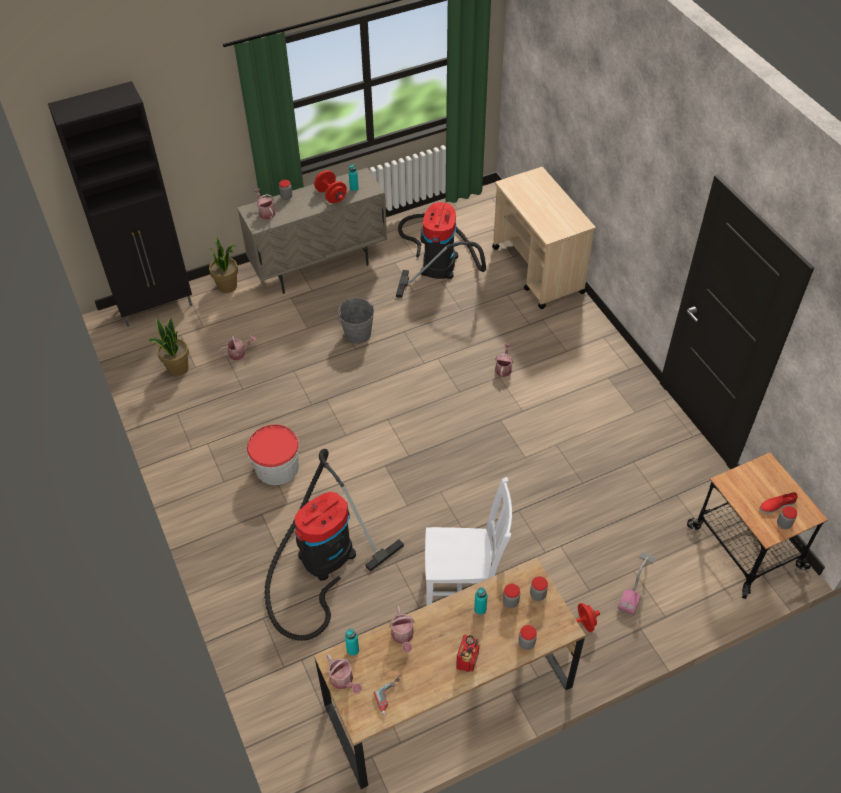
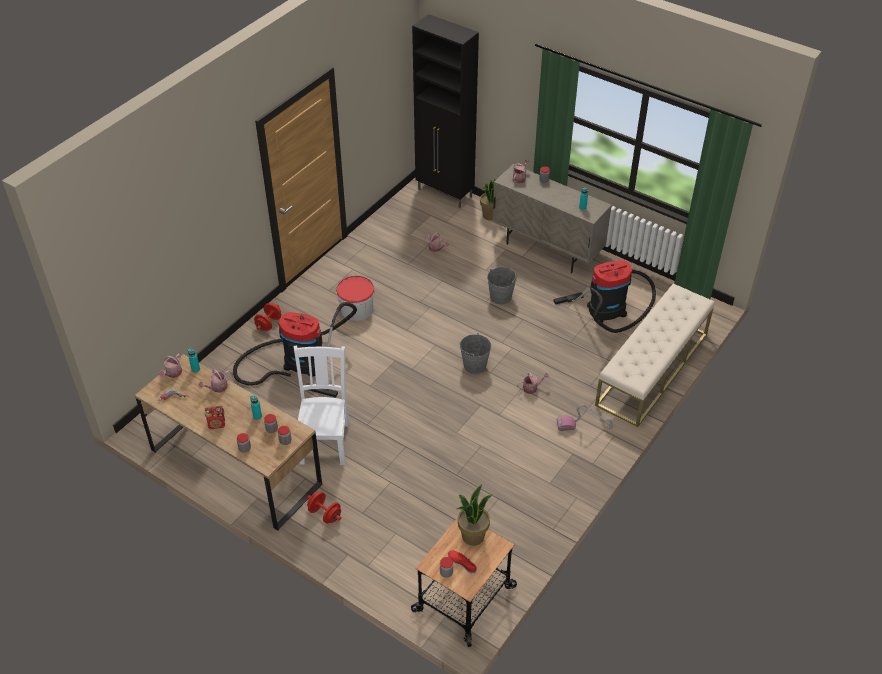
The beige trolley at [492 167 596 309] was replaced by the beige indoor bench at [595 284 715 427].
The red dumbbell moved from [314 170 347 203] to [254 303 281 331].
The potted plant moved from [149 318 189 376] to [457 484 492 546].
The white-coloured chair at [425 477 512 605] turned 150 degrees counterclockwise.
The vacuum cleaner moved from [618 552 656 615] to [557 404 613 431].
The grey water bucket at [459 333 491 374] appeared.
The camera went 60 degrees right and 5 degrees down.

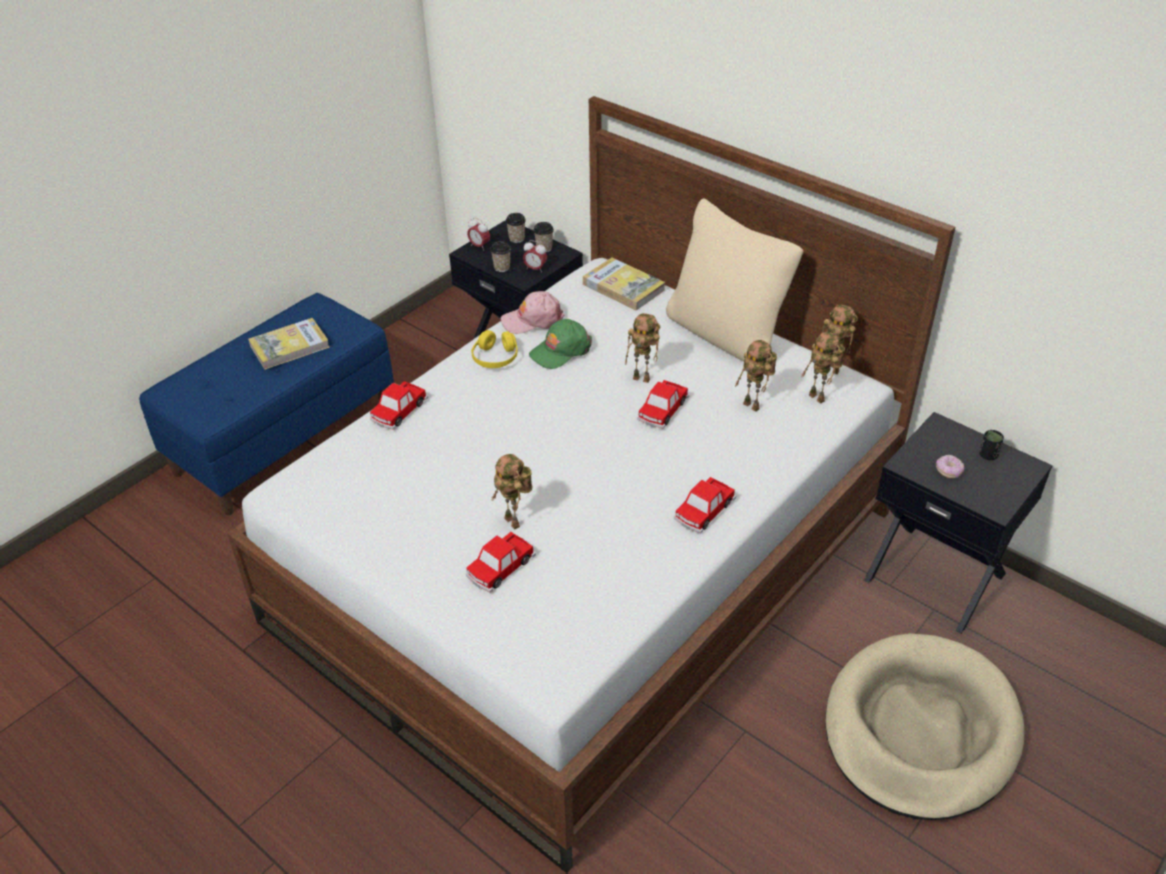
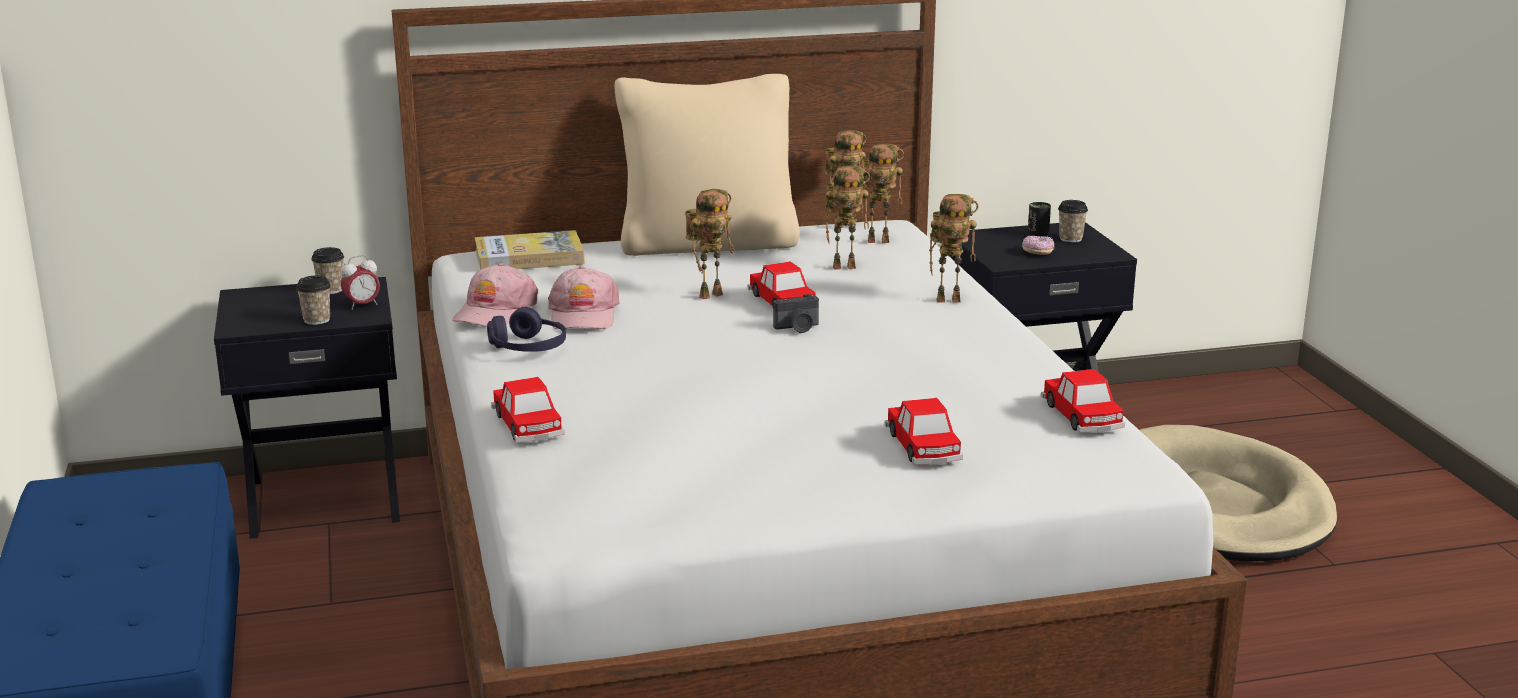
The drinking cup moved from [506 213 526 243] to [1058 200 1088 243].
The bedside clock at [467 218 490 251] disappeared.
The volume at [248 318 330 370] disappeared.
The green cap at [529 319 592 369] became the pink-coloured cap at [548 266 620 329].
The yellow headset at [471 330 518 368] became the purple-coloured headset at [487 307 566 352].
The model robot moved from [491 454 532 530] to [929 194 978 303].
The miniature car moved from [674 477 736 534] to [1041 369 1125 433].
The photo camera at [773 294 819 333] appeared.
The camera went 55 degrees left and 20 degrees down.

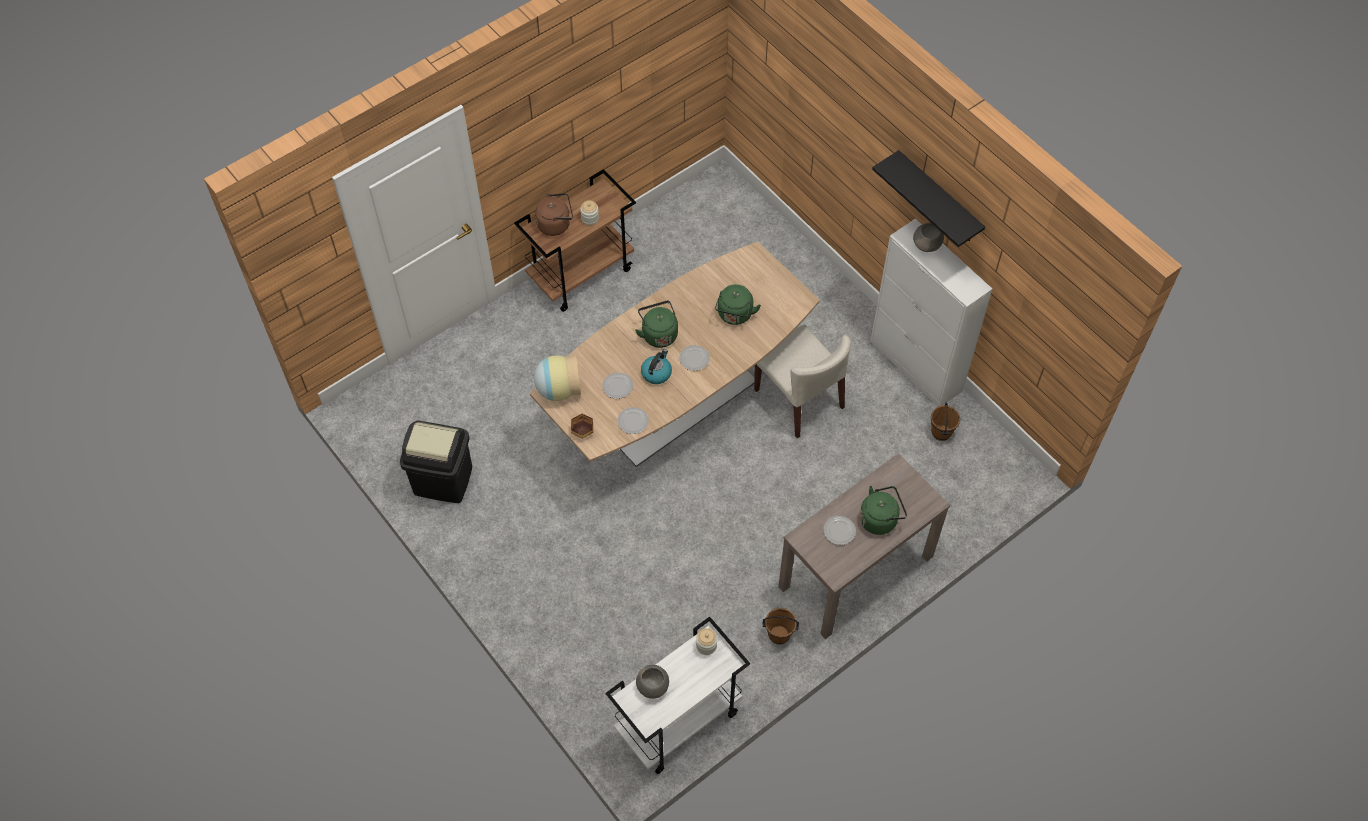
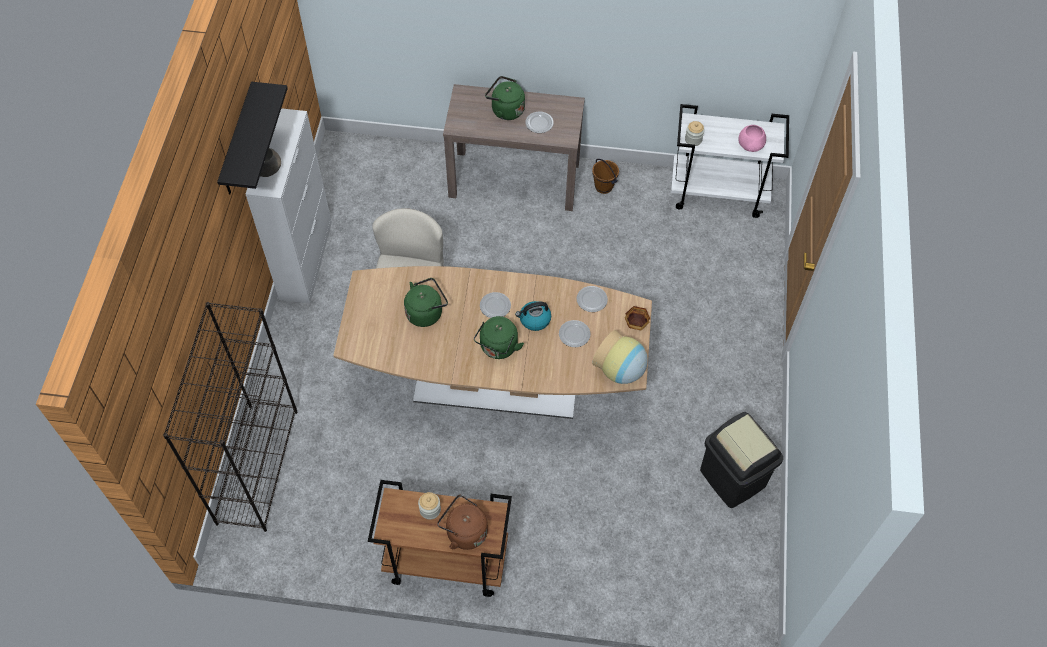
The brownish water bucket at [931 402 960 441] disappeared.
The grey deep dish at [636 665 669 699] became the pink-coloured deep dish at [738 125 766 152].
The blackish shelving unit at [163 302 298 532] appeared.
The camera went 135 degrees left and 0 degrees up.

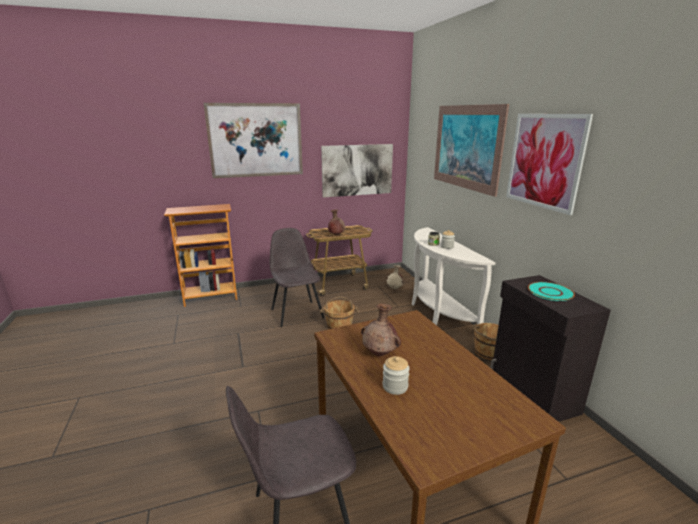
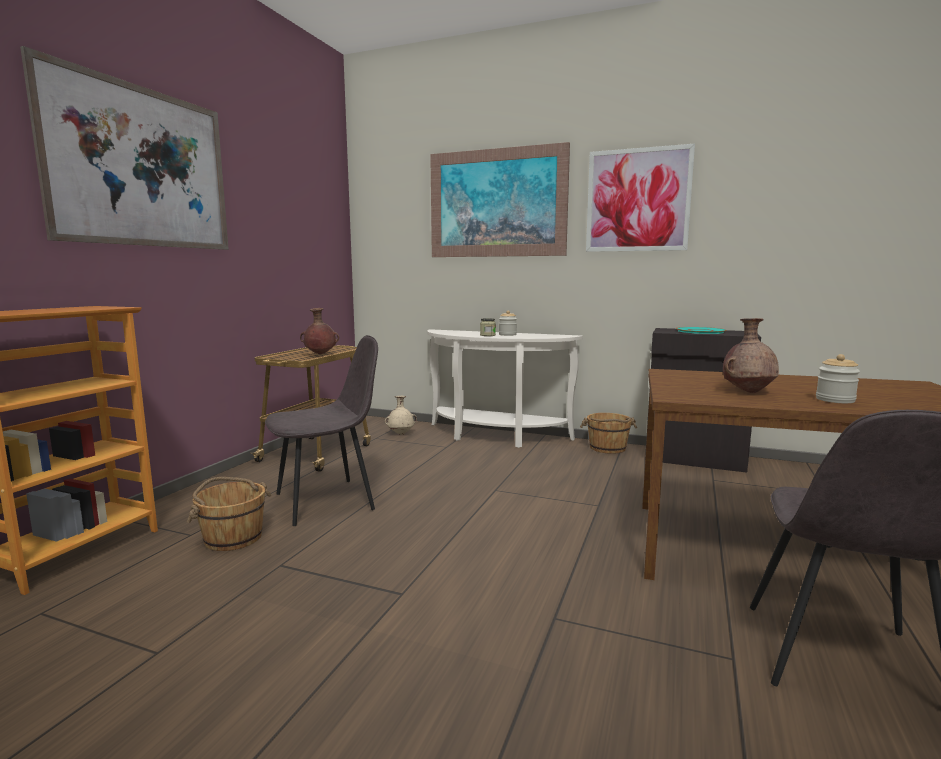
The picture at [321 144 393 197] disappeared.
The grey chair at [270 228 324 327] turned 135 degrees clockwise.
The brownish water bucket moved from [320 296 359 329] to [187 477 271 551].
The camera went 50 degrees left and 10 degrees down.

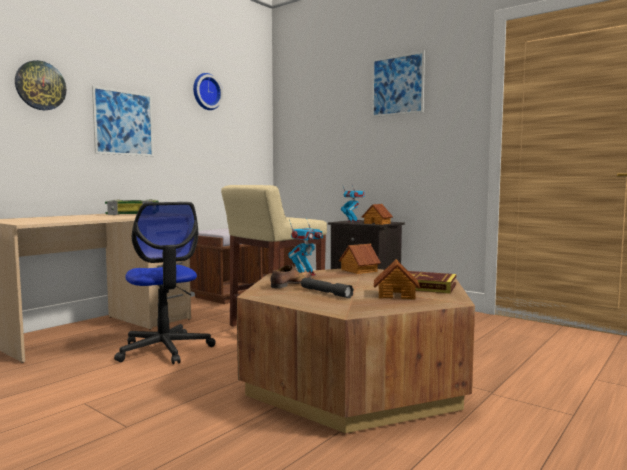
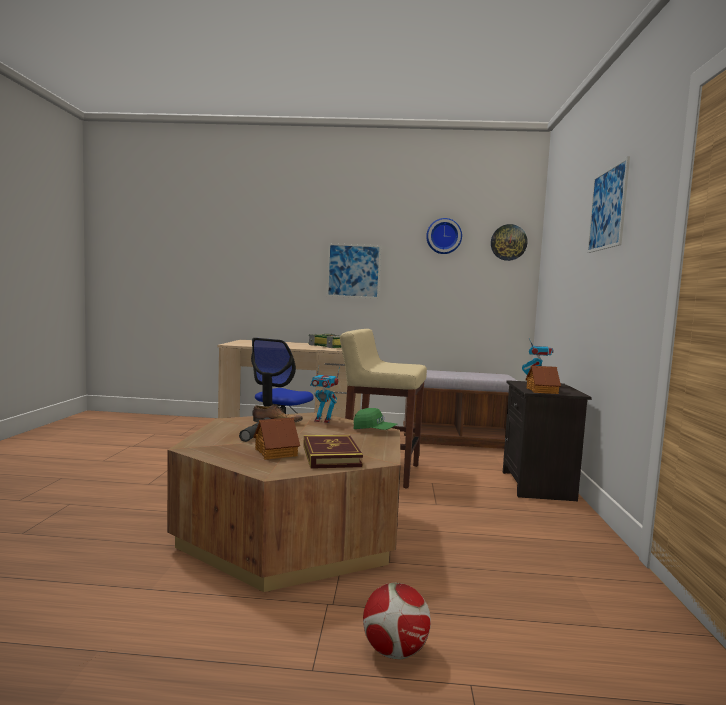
The hanging clock moved from [15 60 66 110] to [491 224 528 261].
The model house at [339 244 381 274] was replaced by the green cap at [354 408 397 430].
The football at [363 583 431 659] appeared.
The camera went 55 degrees right and 0 degrees up.

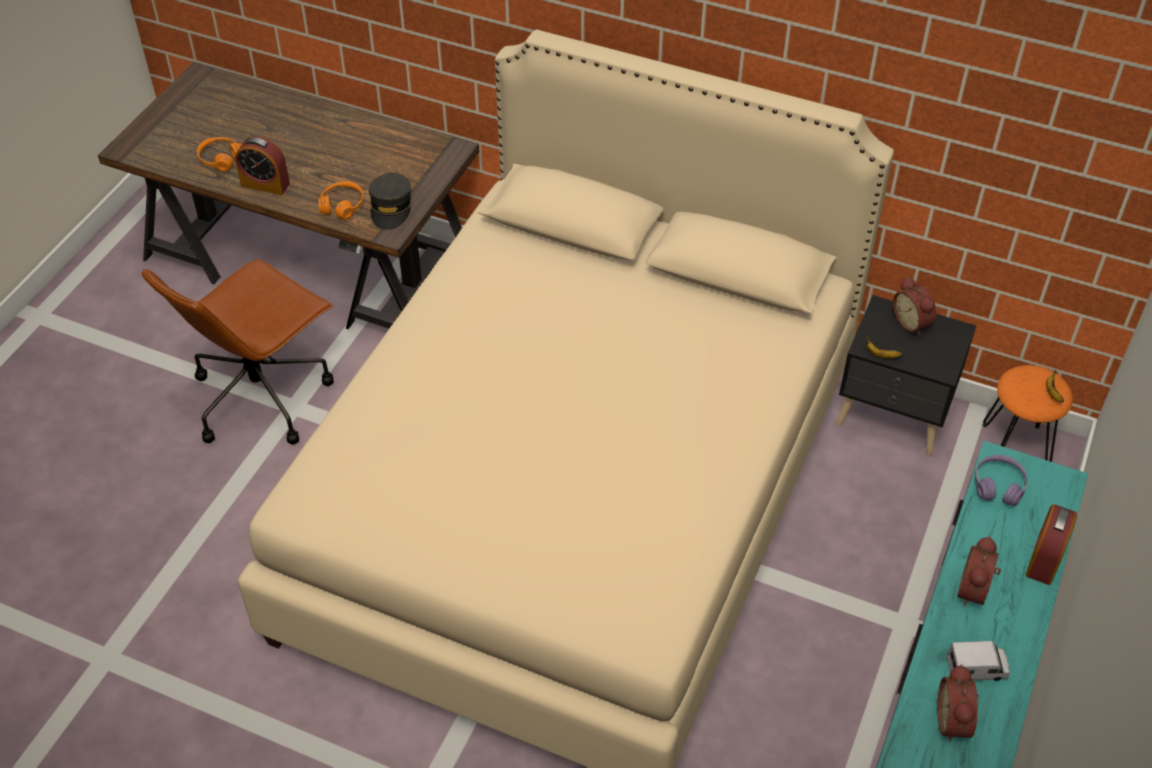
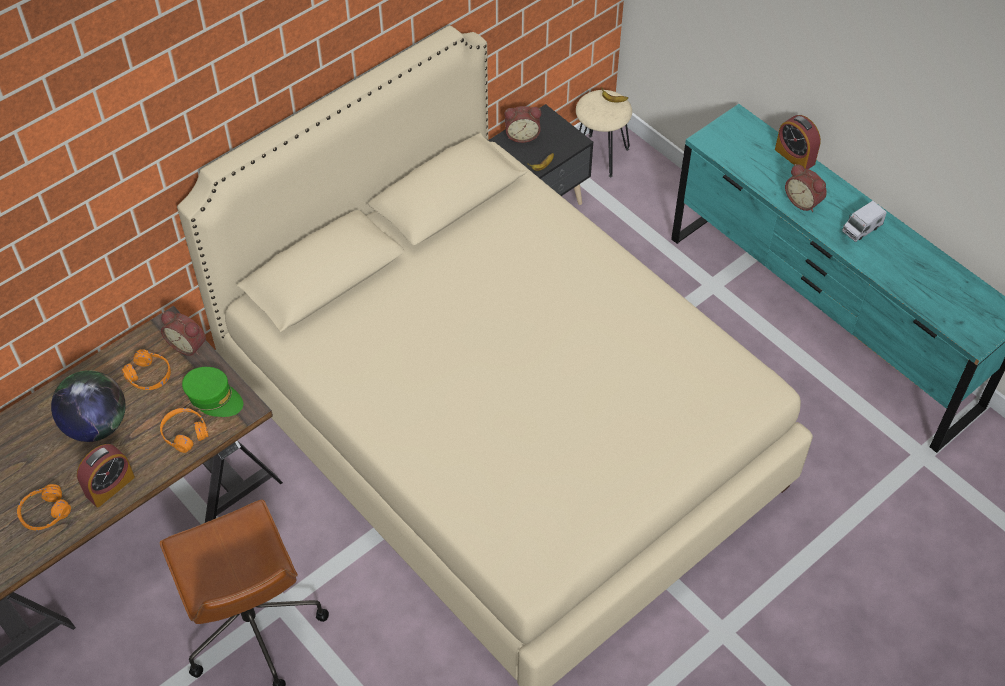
The grey cap at [369 173 412 230] became the green cap at [182 367 243 417].
The orange stool seat at [982 365 1073 462] became the beige stool seat at [576 90 632 177].
The purple-coloured headset at [975 455 1028 506] disappeared.
The model truck at [946 640 1010 681] turned 150 degrees counterclockwise.
The bedside clock moved from [937 664 979 742] to [161 311 206 356].
The orange headset at [121 349 171 390] appeared.
The world globe at [51 370 126 442] appeared.
The camera went 65 degrees left and 5 degrees up.

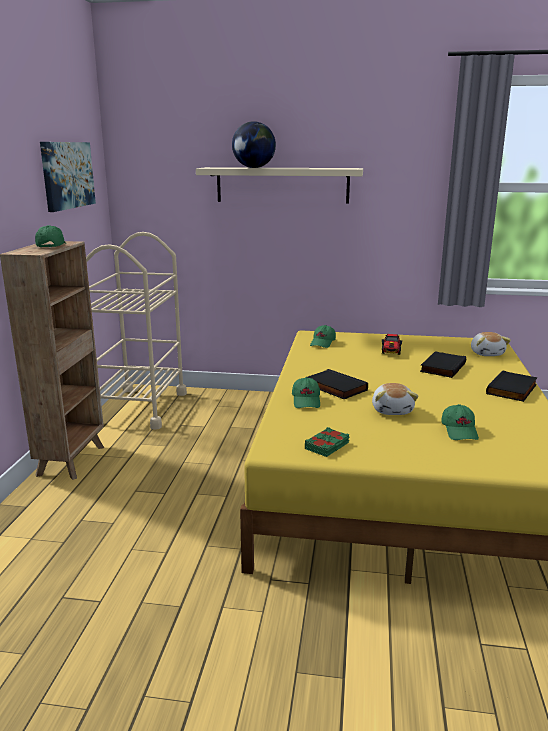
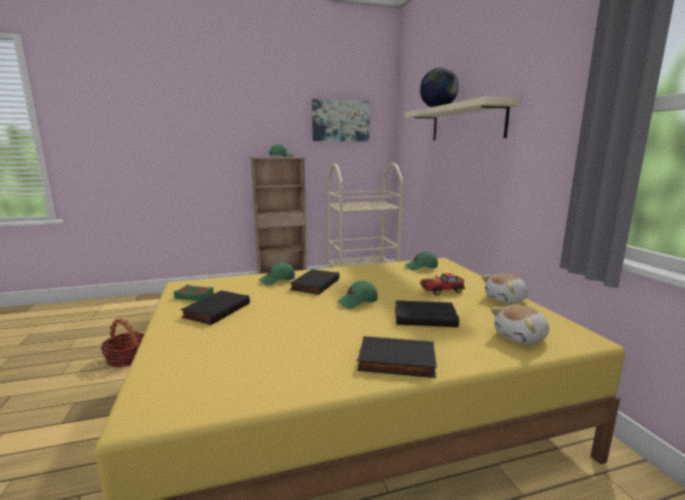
The cuddly toy moved from [372 383 418 415] to [481 273 528 304].
The green cap moved from [441 404 479 440] to [337 281 378 309].
The blackish volume at [181 290 250 325] appeared.
The household basket at [101 319 144 367] appeared.
The camera went 65 degrees right and 5 degrees down.

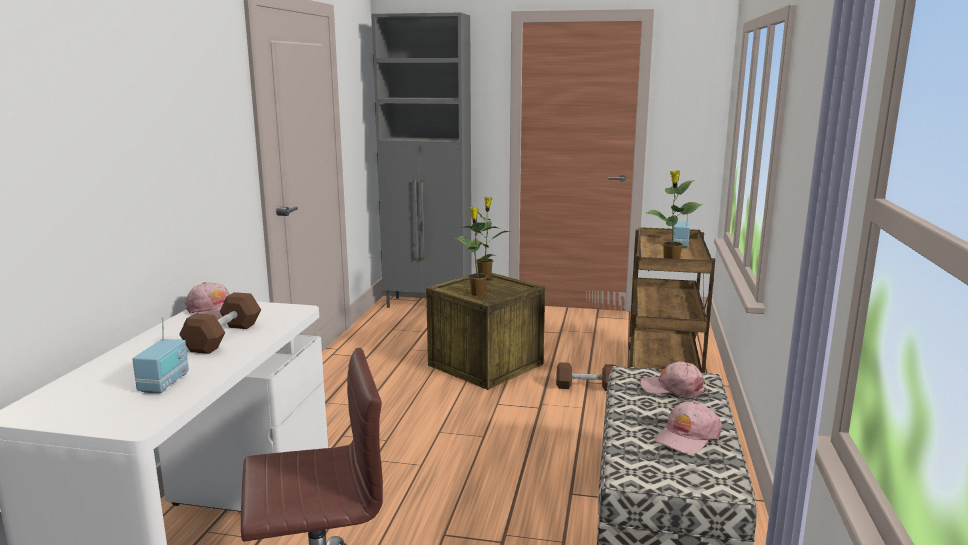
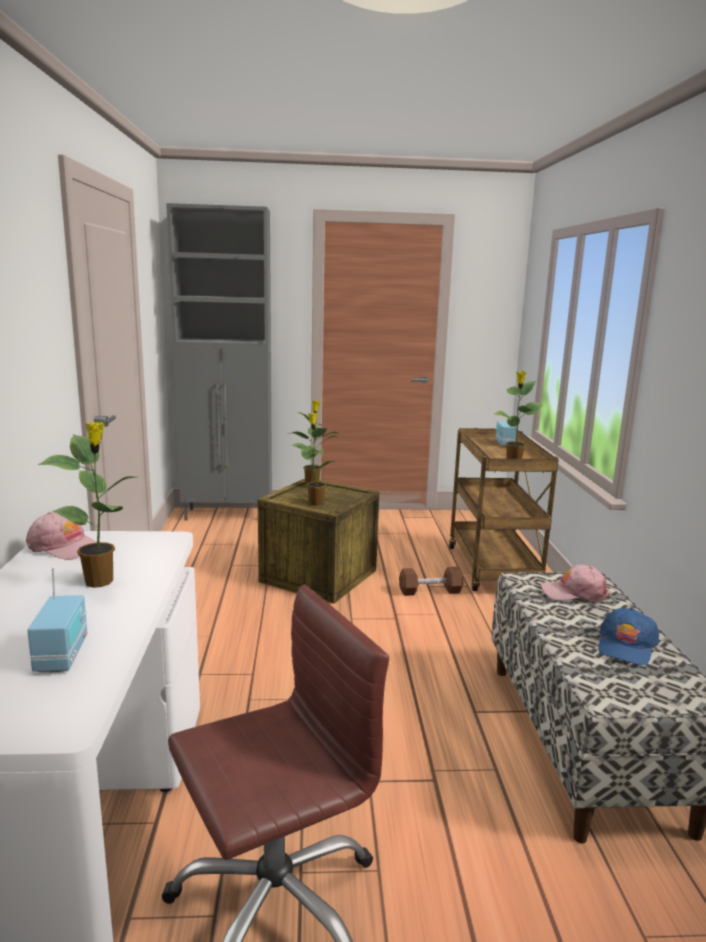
The brownish dumbbell at [179 292 261 354] was replaced by the potted plant at [38 421 135 588].
The pink-coloured cap at [655 401 723 454] became the bluish cap at [598 608 659 665].
The camera went 15 degrees left and 0 degrees up.

